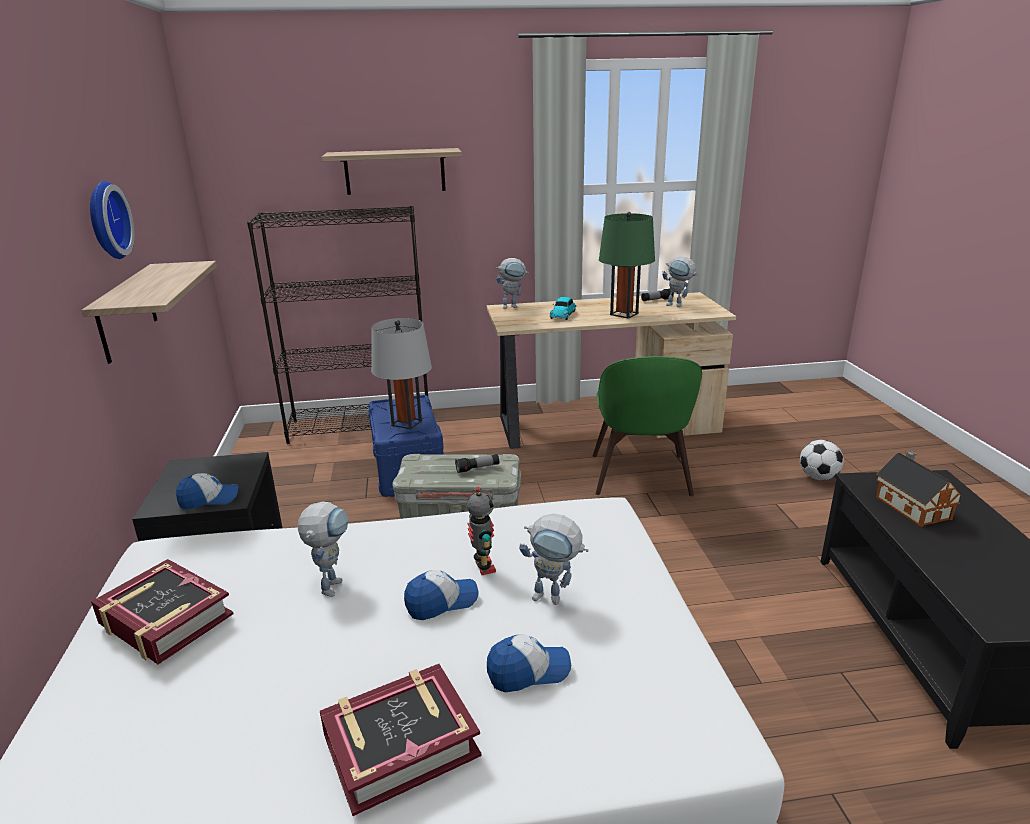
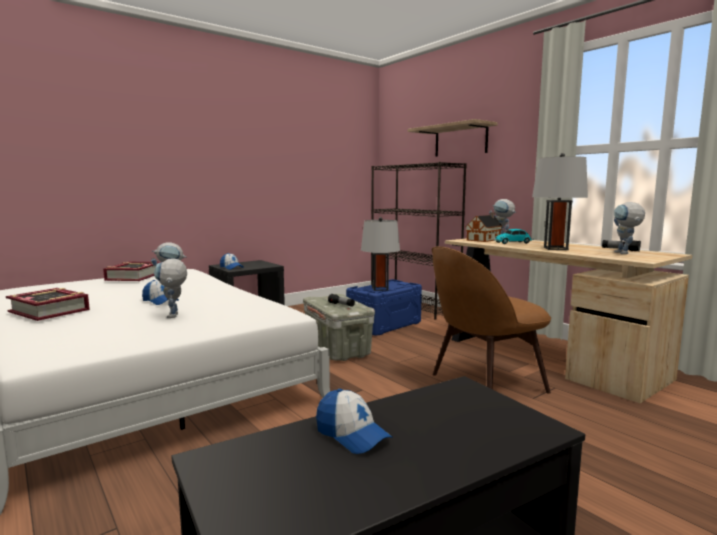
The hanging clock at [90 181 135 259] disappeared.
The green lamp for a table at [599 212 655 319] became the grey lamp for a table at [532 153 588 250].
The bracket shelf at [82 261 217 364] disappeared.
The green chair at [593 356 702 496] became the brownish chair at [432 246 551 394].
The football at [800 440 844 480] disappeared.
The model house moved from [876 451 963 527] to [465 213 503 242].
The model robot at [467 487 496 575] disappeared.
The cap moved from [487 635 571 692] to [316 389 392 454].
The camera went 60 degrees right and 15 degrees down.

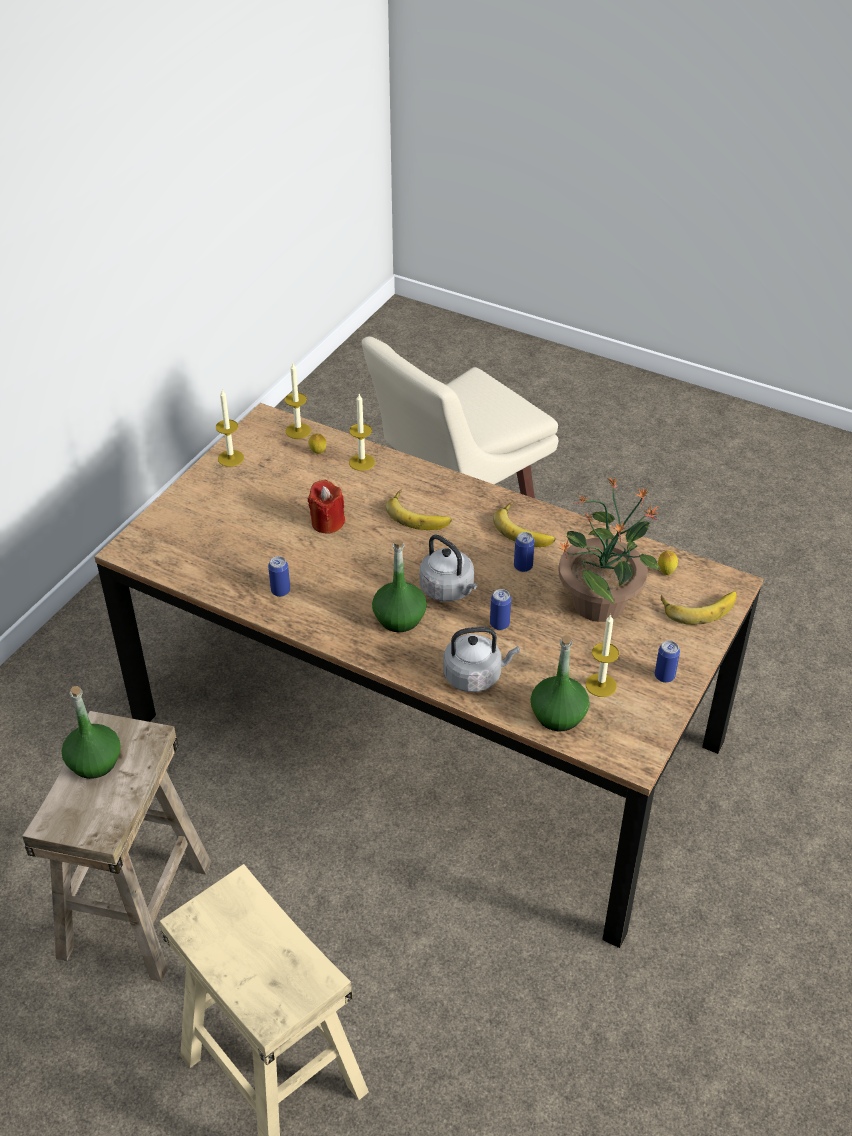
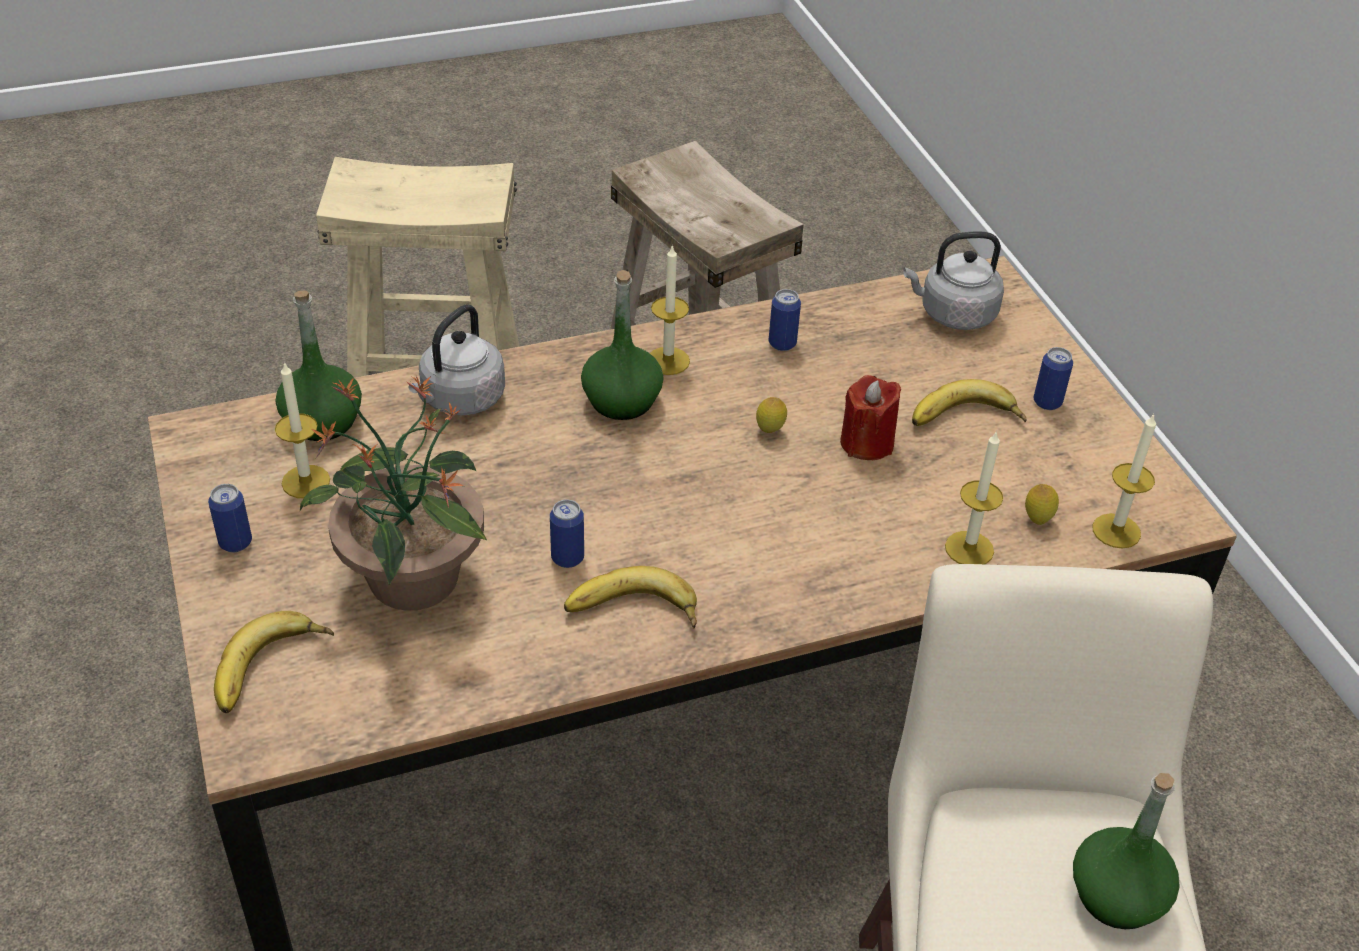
The wax light moved from [216 390 244 467] to [650 244 690 375].
The banana fruit moved from [385 489 452 530] to [912 379 1026 426].
The grey kettle moved from [420 535 478 602] to [903 231 1004 330].
The lemon moved from [658 551 678 575] to [756 397 787 433].
The sealed can moved from [490 589 511 630] to [1034 347 1073 410].
The green bottle moved from [62 686 121 779] to [1073 773 1180 929].
The camera went 130 degrees right and 0 degrees up.

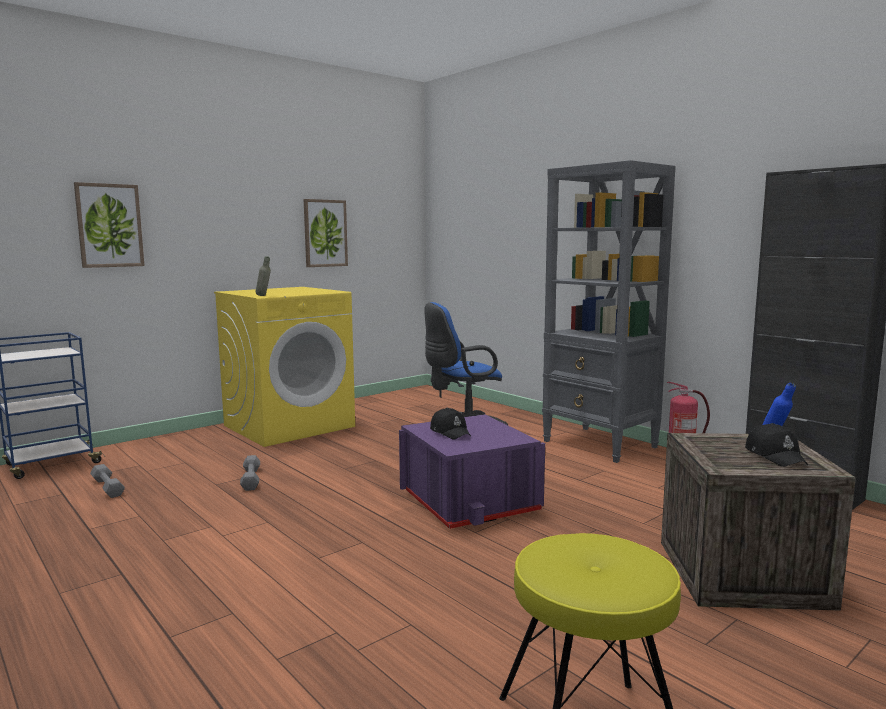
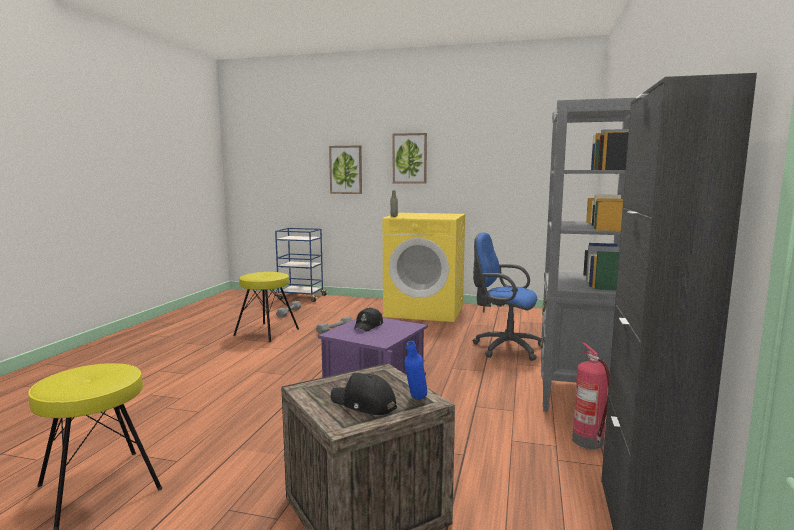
The picture moved from [304 199 348 267] to [393 133 427 184].
The blackish cap at [745 423 808 467] turned 75 degrees clockwise.
The yellow stool seat at [233 272 299 342] appeared.
The camera went 55 degrees right and 0 degrees up.

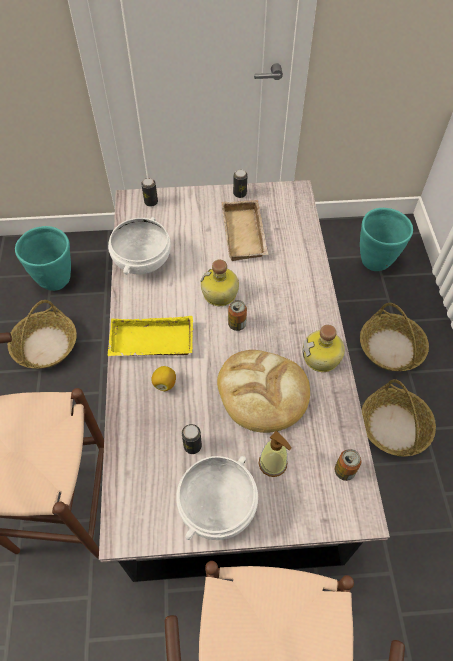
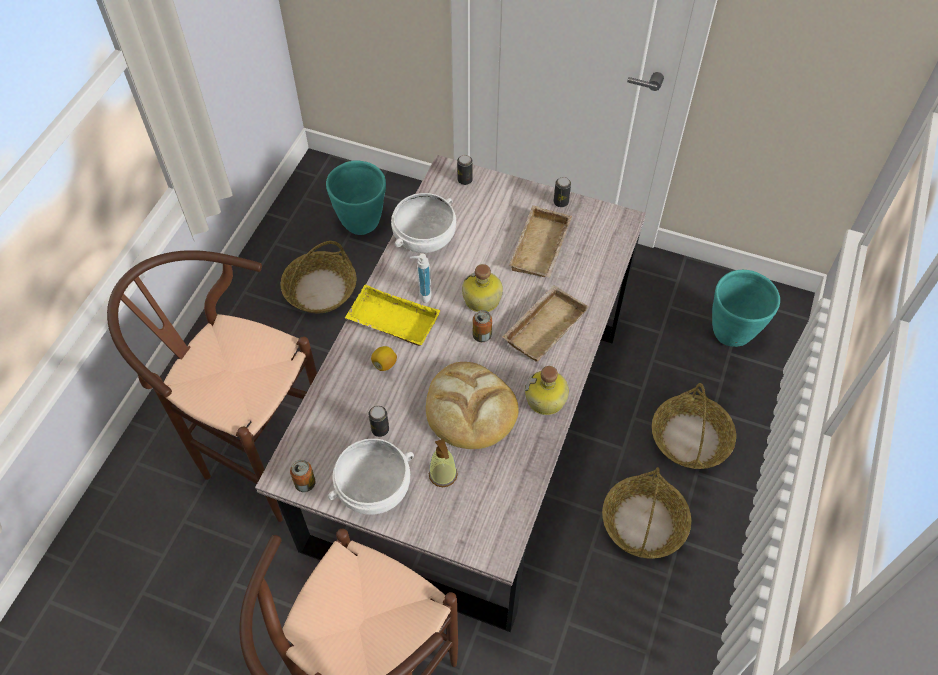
The sealed can moved from [335 449 362 481] to [290 460 316 492].
The liquid soap bottle at [410 254 432 303] appeared.
The beige carrying tray at [502 285 589 362] appeared.
The camera went 25 degrees right and 0 degrees up.

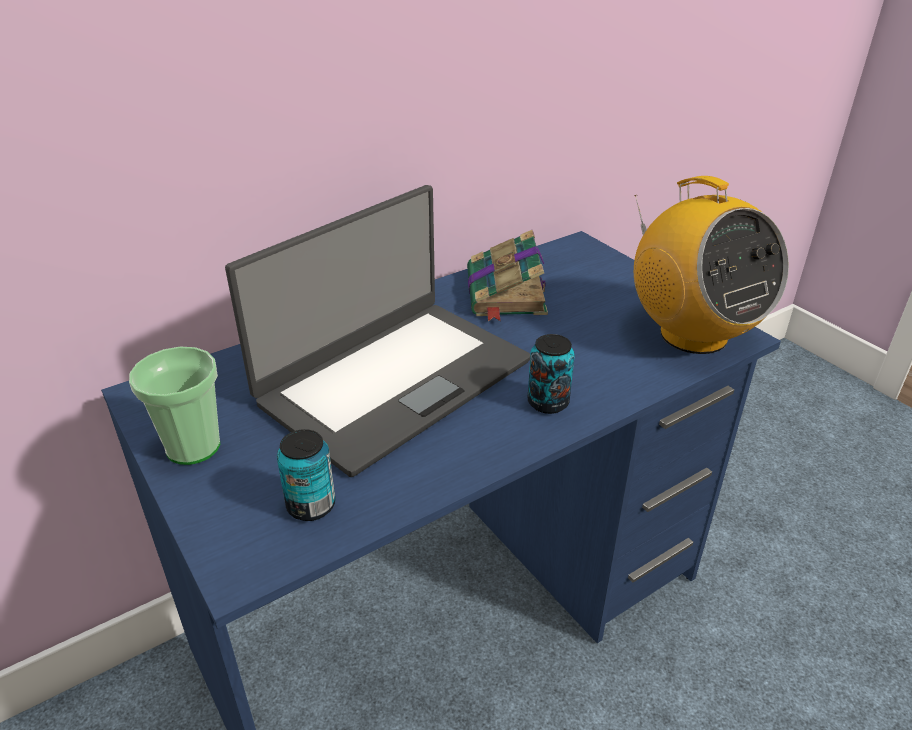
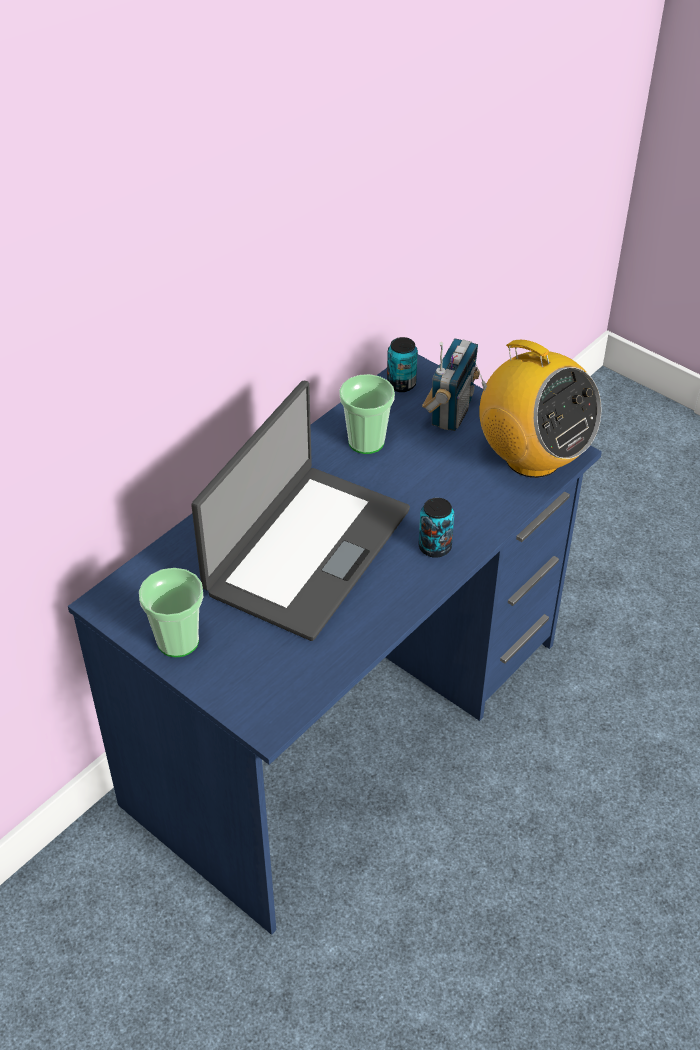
The volume at [467 230 548 322] was replaced by the drinking cup at [339 374 395 454].
The sealed can moved from [277 429 335 521] to [387 337 418 392].
The radio receiver at [422 338 480 431] appeared.
The camera went 15 degrees left and 10 degrees up.

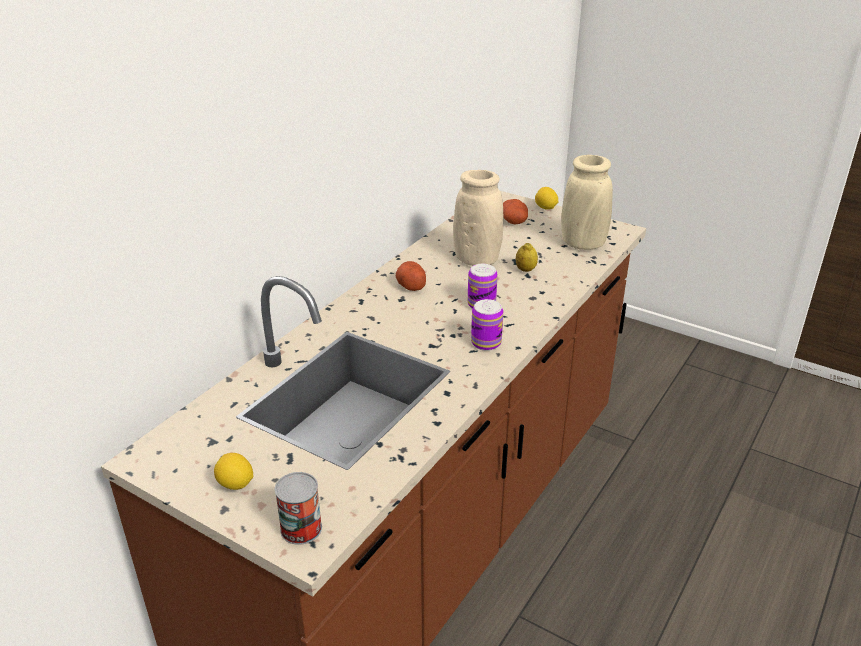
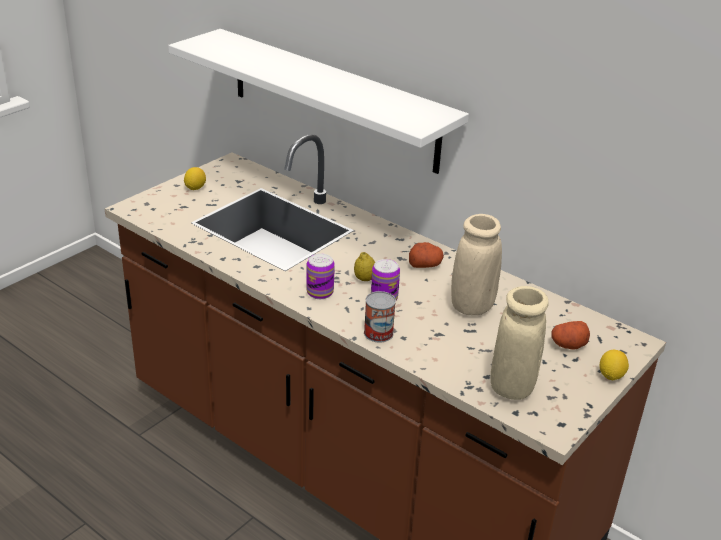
The lemon moved from [516 243 538 272] to [354 252 375 281].
The sealed can moved from [275 472 322 545] to [364 291 396 342].
The white-coloured bracket shelf at [168 29 469 174] appeared.
The camera went 95 degrees right and 0 degrees up.

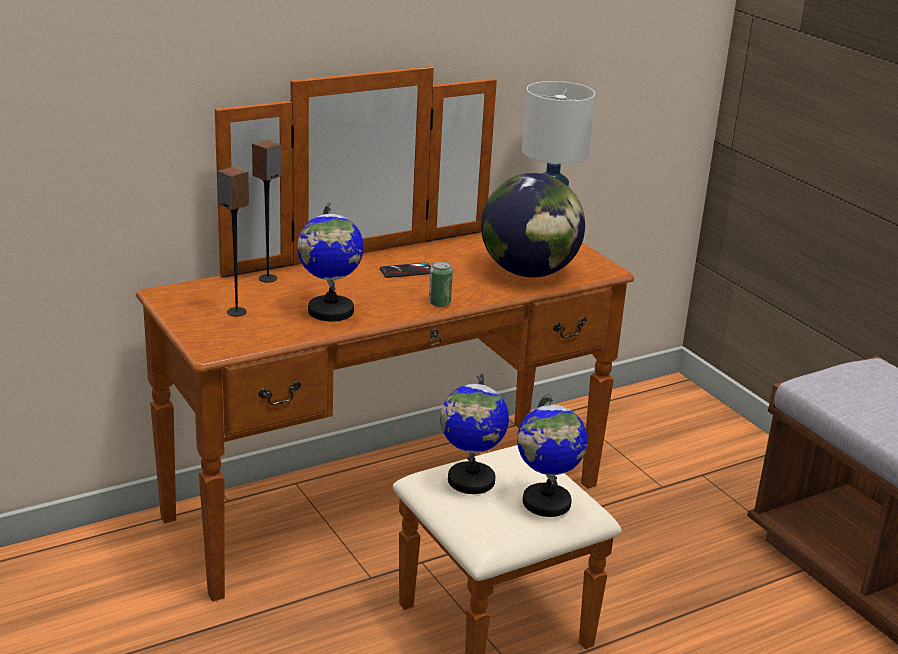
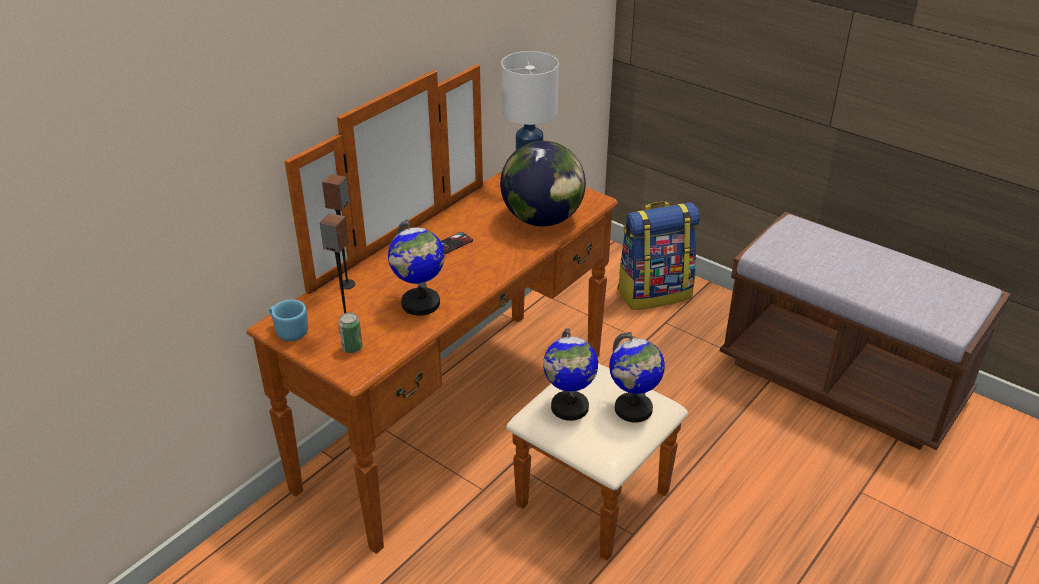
The sealed can moved from [429 261 453 307] to [339 312 362 353].
The knapsack at [617 201 700 310] appeared.
The bluish mug at [269 299 308 341] appeared.
The camera went 20 degrees left and 10 degrees up.

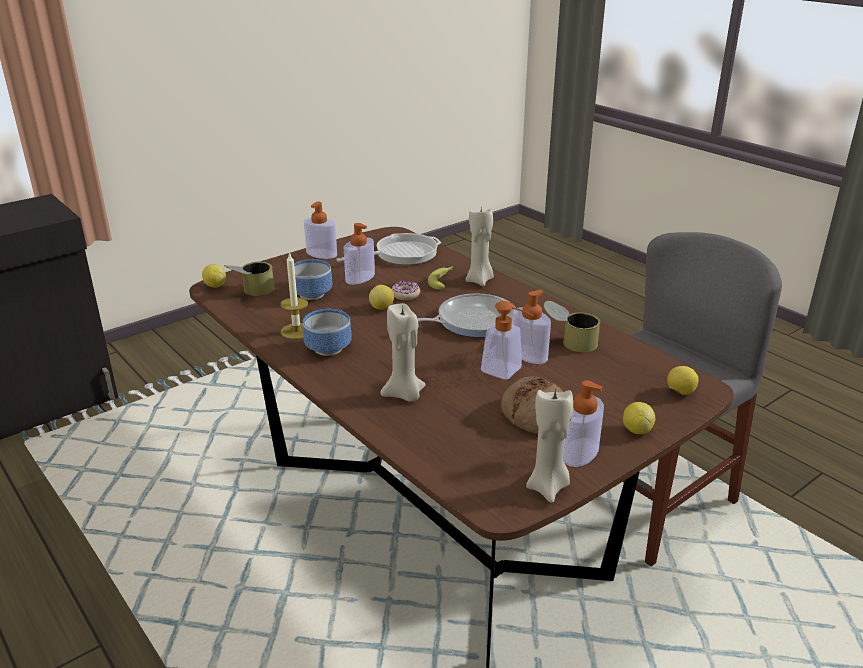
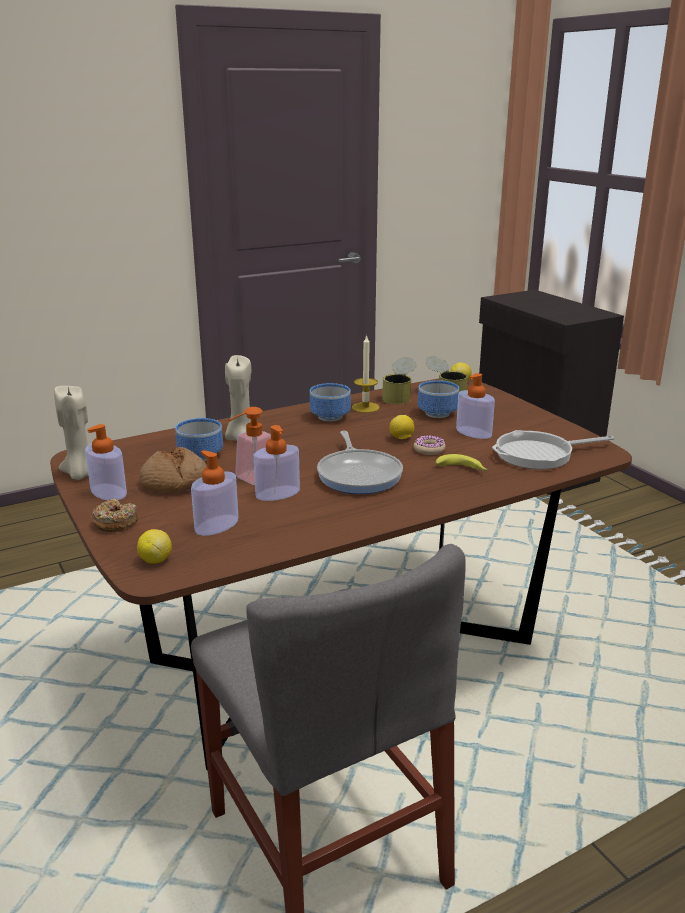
The liquid soap bottle moved from [304 202 337 259] to [191 450 238 536].
The beige wax light at [466 207 494 286] disappeared.
The skillet at [336 233 441 265] turned 90 degrees clockwise.
The sealed can moved from [543 301 601 352] to [382 357 416 404].
The lemon at [623 402 655 434] was replaced by the doughnut at [91 499 138 532].
The deep dish at [176 418 223 461] appeared.
The camera went 100 degrees right and 5 degrees down.

